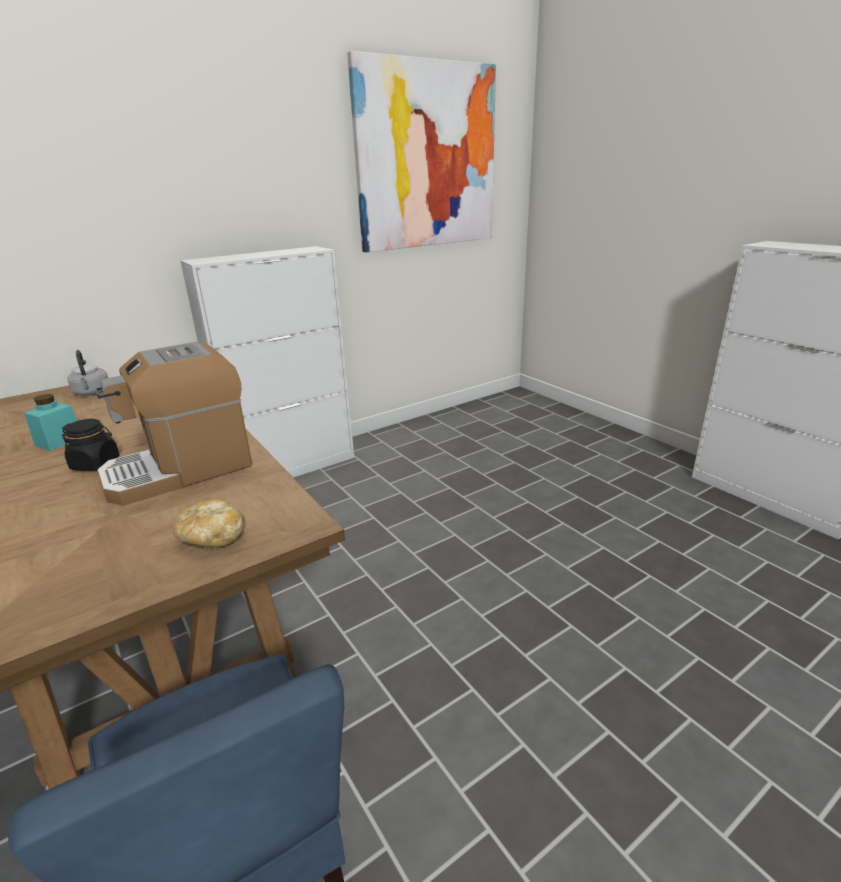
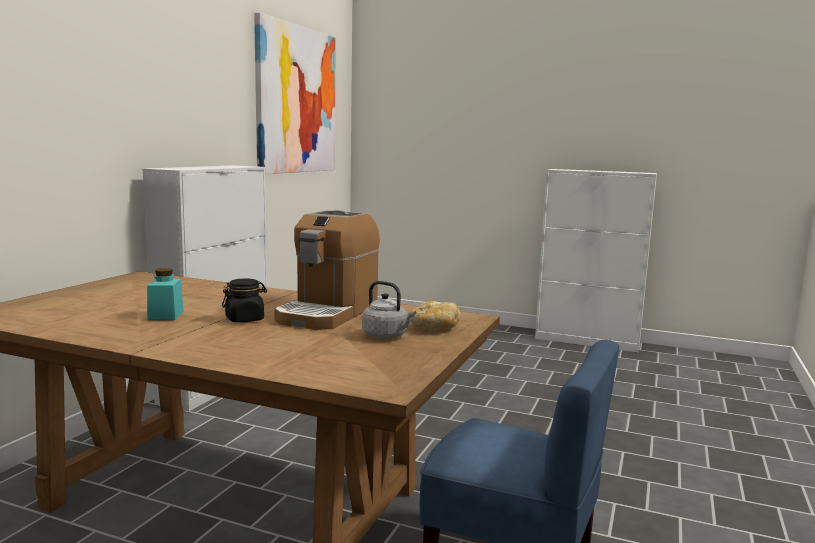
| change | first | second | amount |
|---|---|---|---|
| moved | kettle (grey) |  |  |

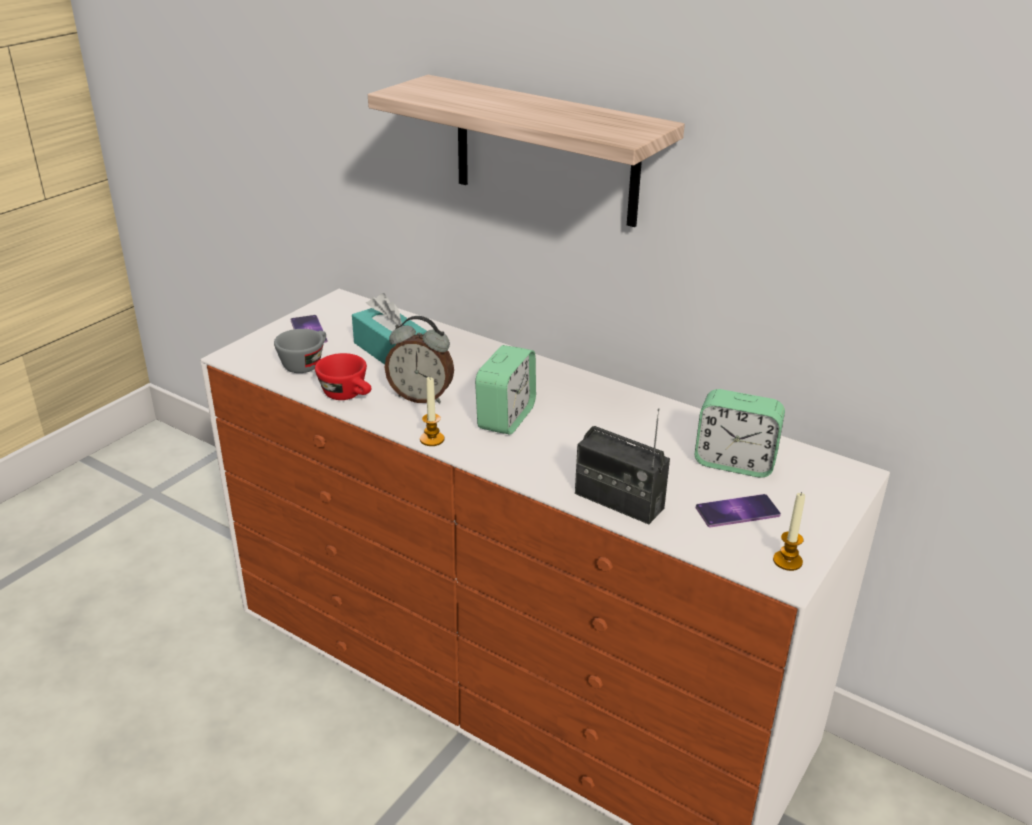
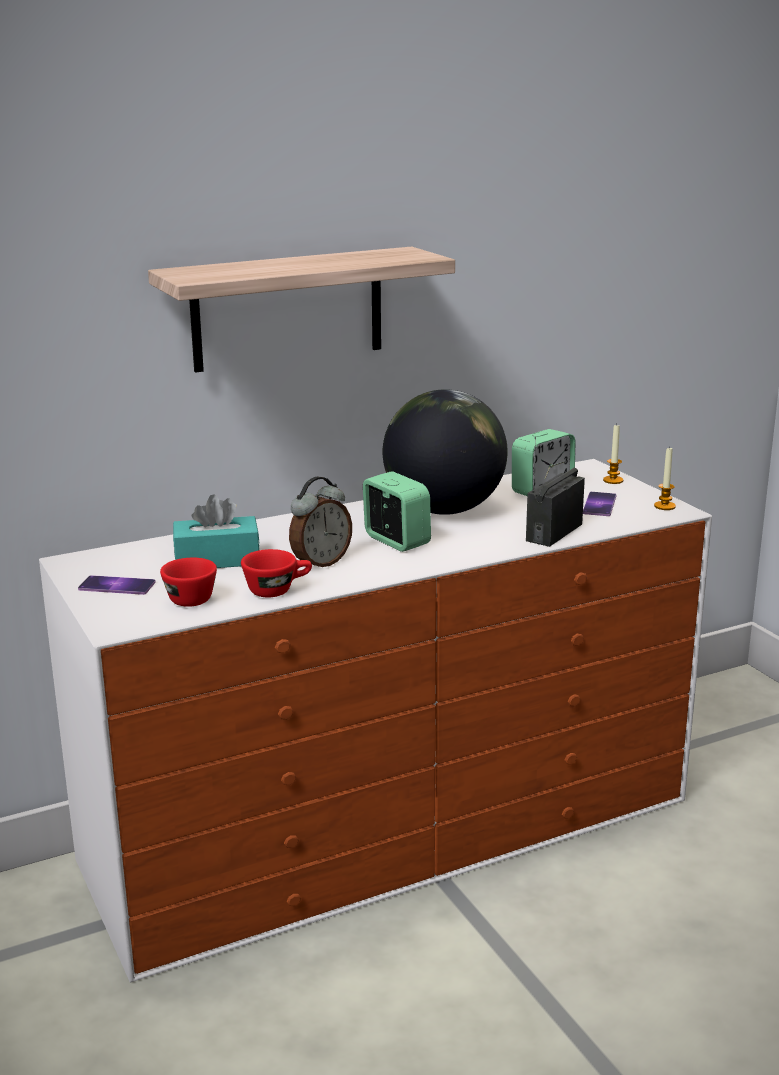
| change | first | second | amount |
|---|---|---|---|
| recoloured | small cup (grey) | small cup (red) (1st from left) |  |
| added |  | world globe |  |
| turned | radio set |  | 150 degrees clockwise |
| moved | candle (1st from left) |  |  |

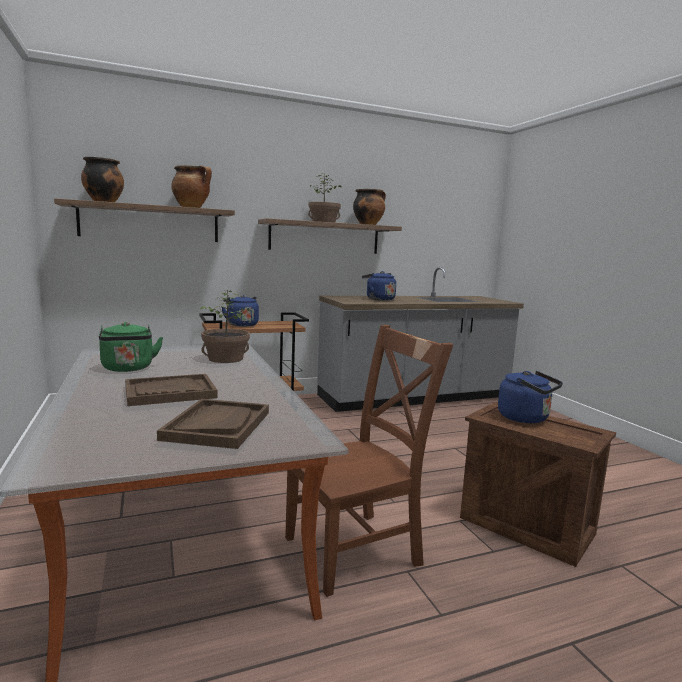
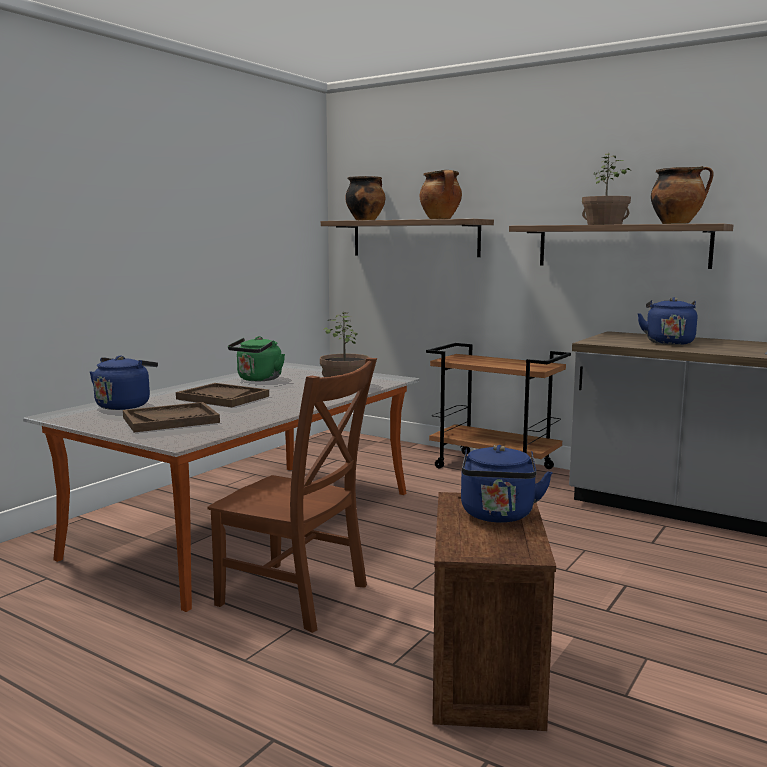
| change | first | second | amount |
|---|---|---|---|
| moved | kettle (blue) (1st from left) |  |  |

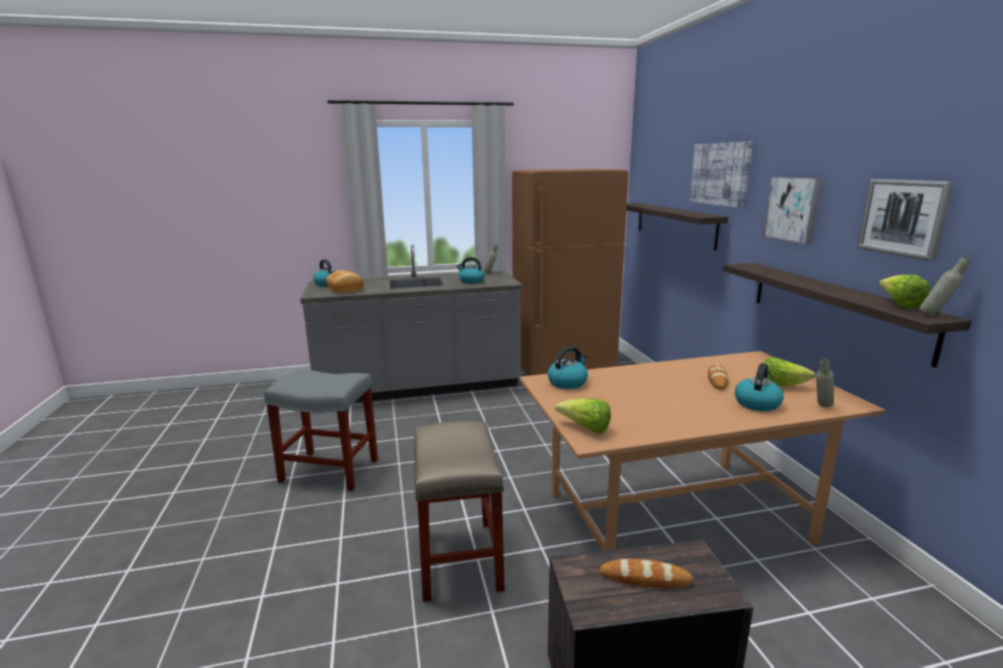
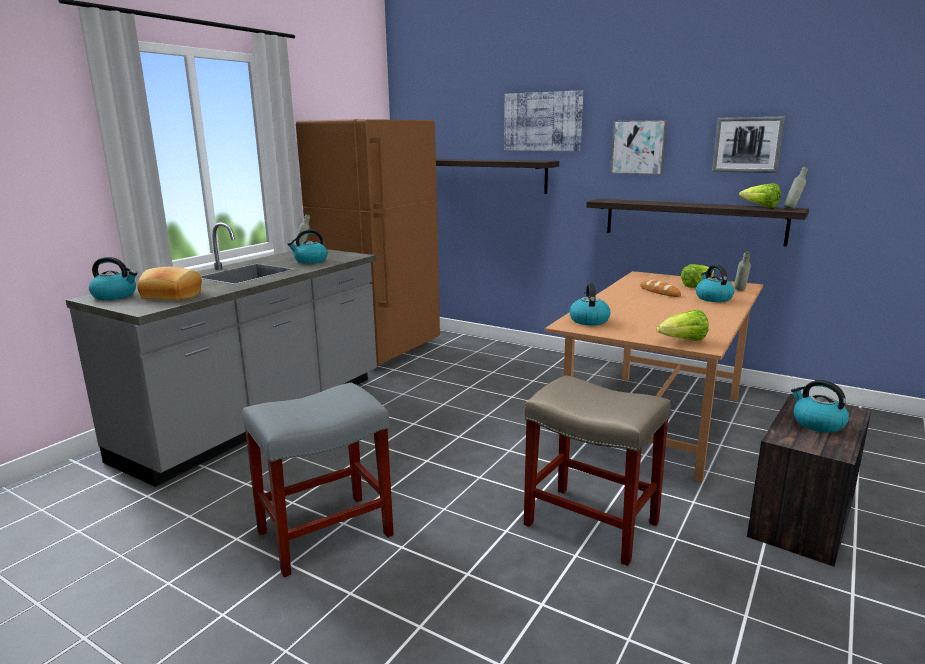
| change | first | second | amount |
|---|---|---|---|
| replaced | bread (2nd from left) | kettle (5th from left) |  |

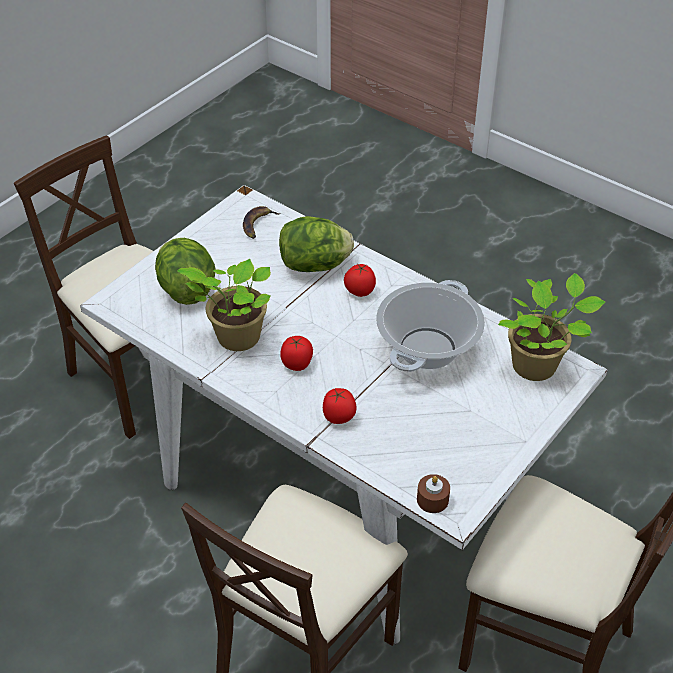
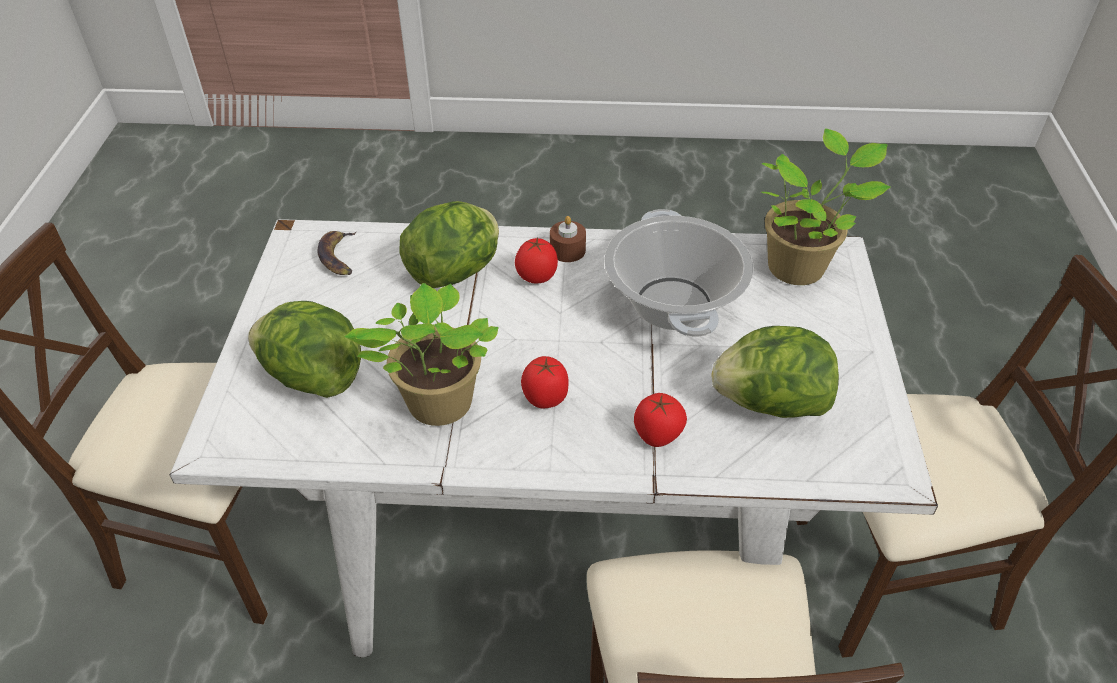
| change | first | second | amount |
|---|---|---|---|
| moved | candle (brown-coloured) |  |  |
| added |  | lettuce head (3rd from left) |  |

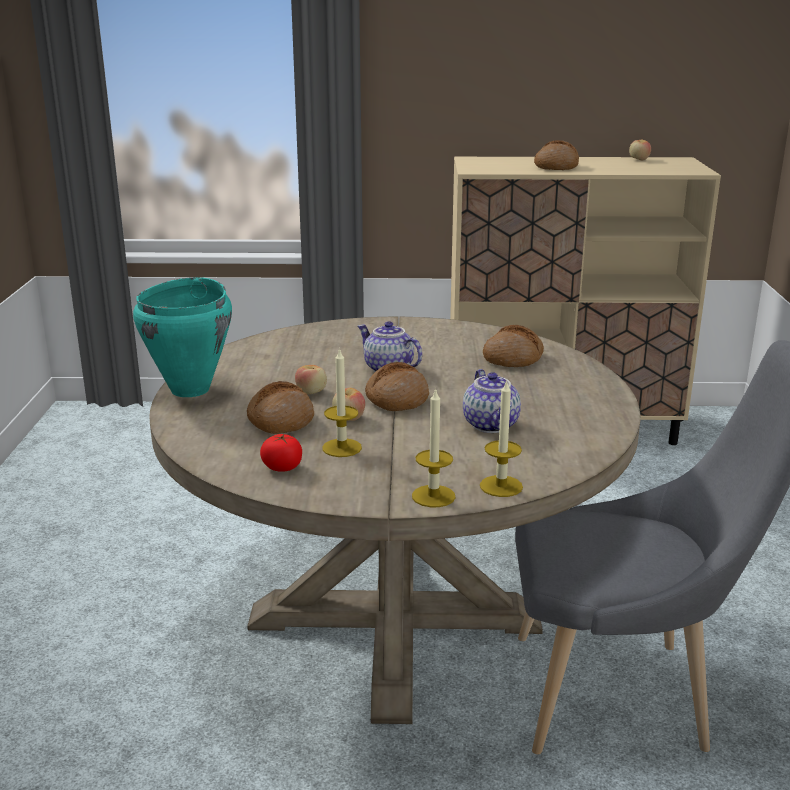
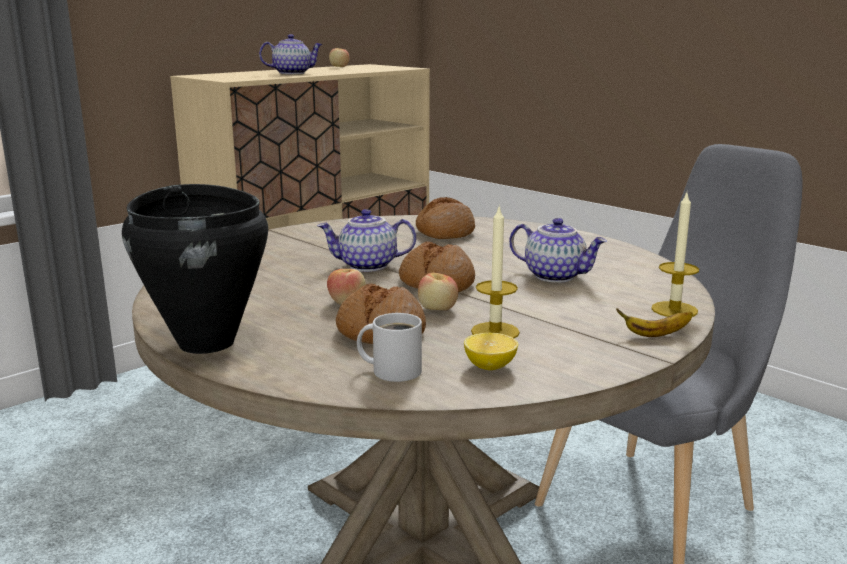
| change | first | second | amount |
|---|---|---|---|
| recoloured | saucepot (blue-green) | saucepot (blackish) |  |
| replaced | bread (4th from left) | teapot (1st from left) |  |
| added |  | mug (white-coloured) |  |
| replaced | tomato | whole lemon |  |
| replaced | candle (2nd from left) | whole banana |  |

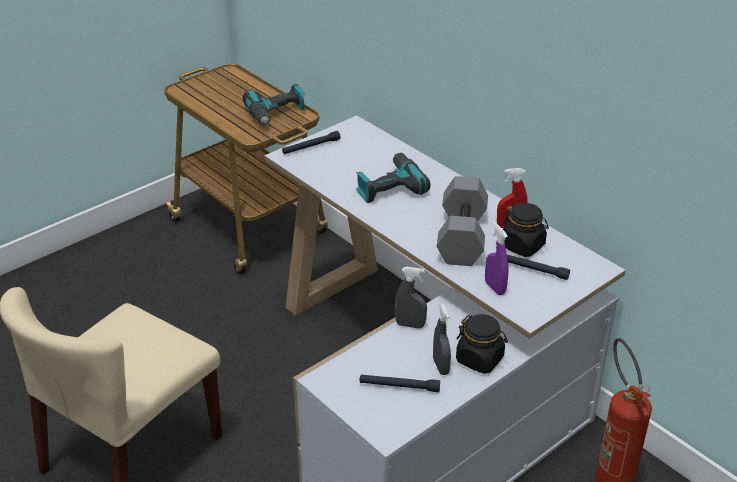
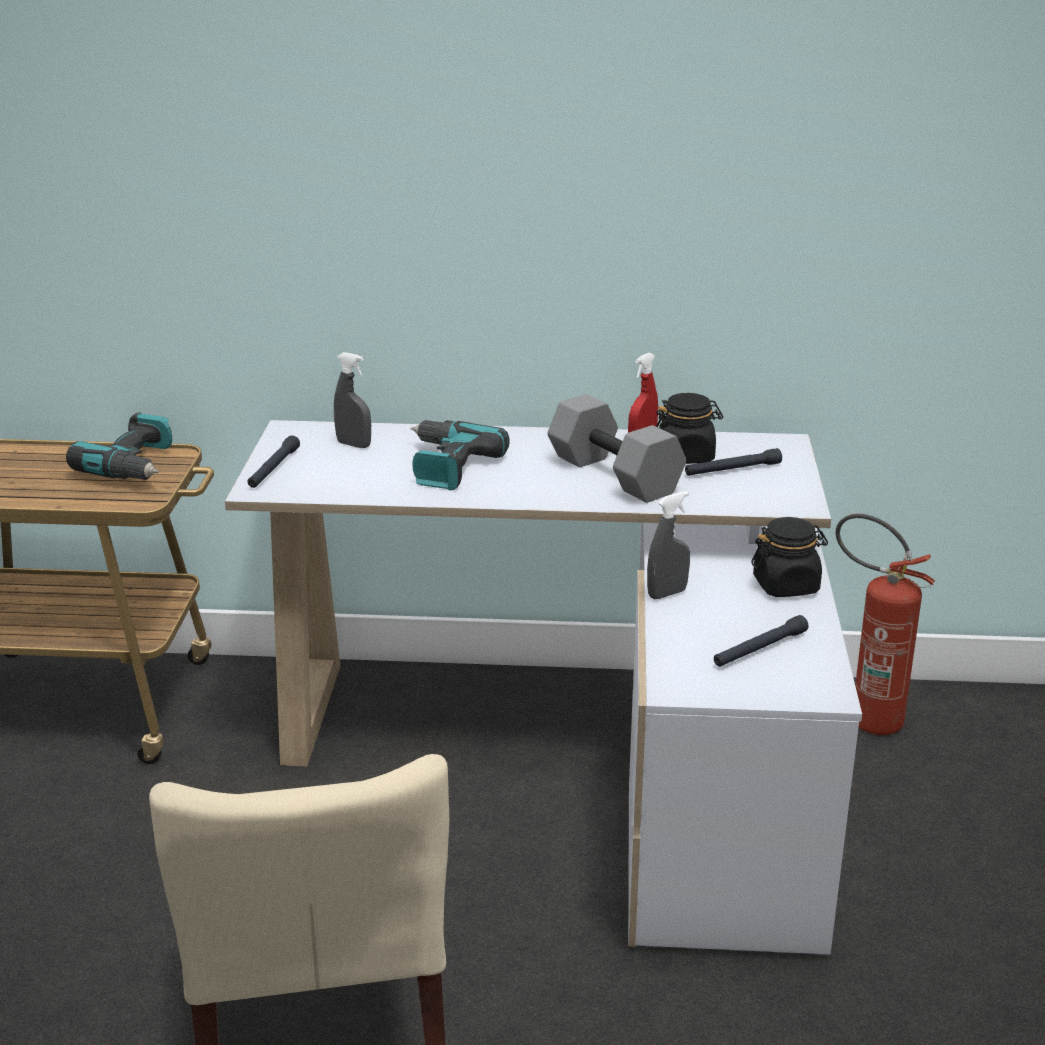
| change | first | second | amount |
|---|---|---|---|
| moved | hand sprayer (grey) (2nd from left in the first image) | hand sprayer (grey) (1st from left) |  |
| removed | hand sprayer (purple-coloured) |  |  |

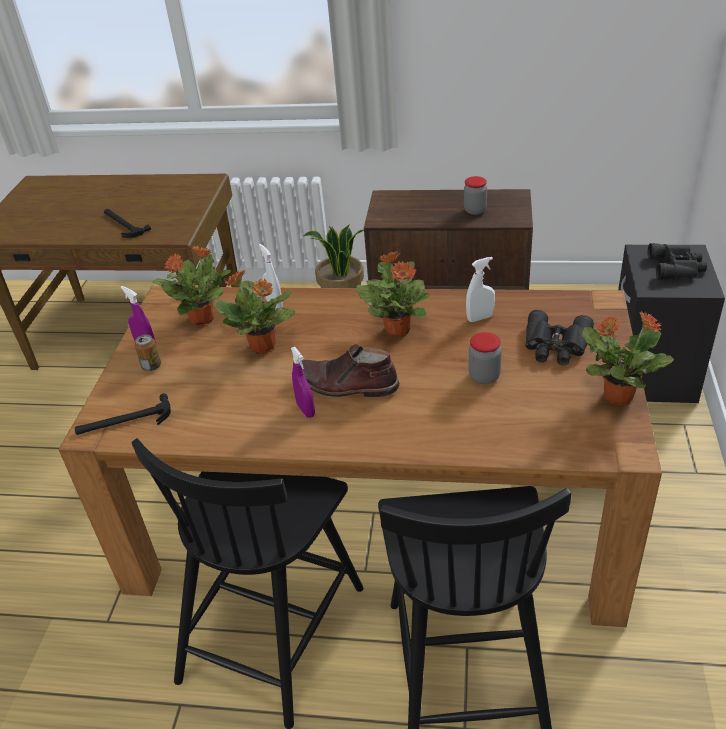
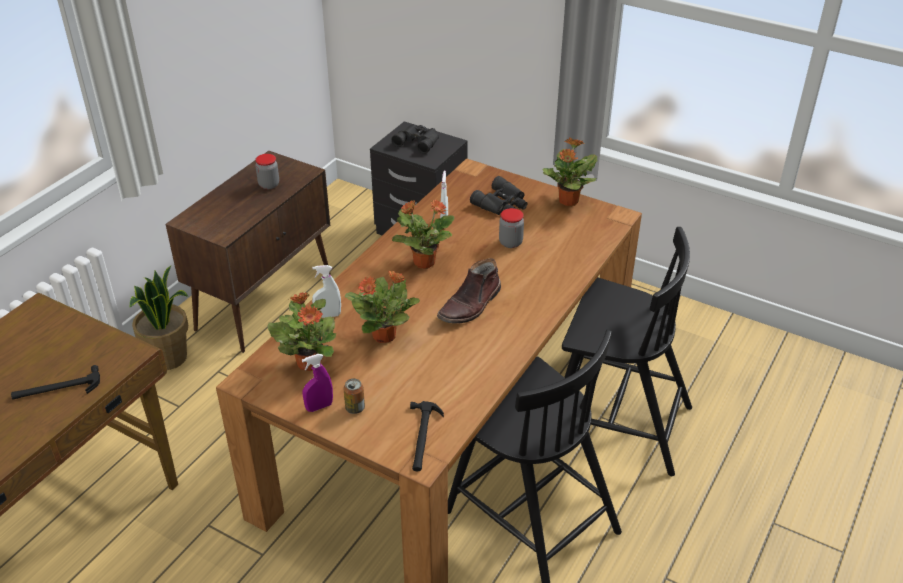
| change | first | second | amount |
|---|---|---|---|
| removed | hand sprayer (purple-coloured) (2nd from left) |  |  |

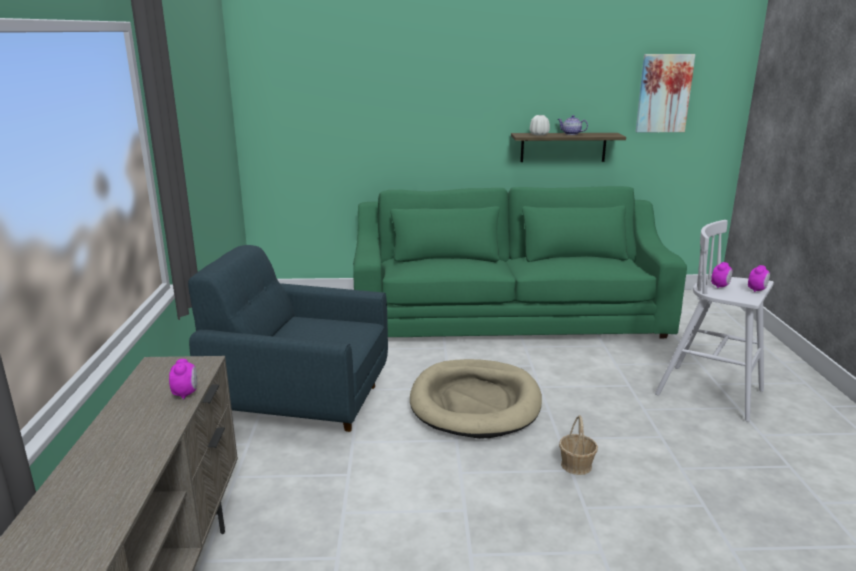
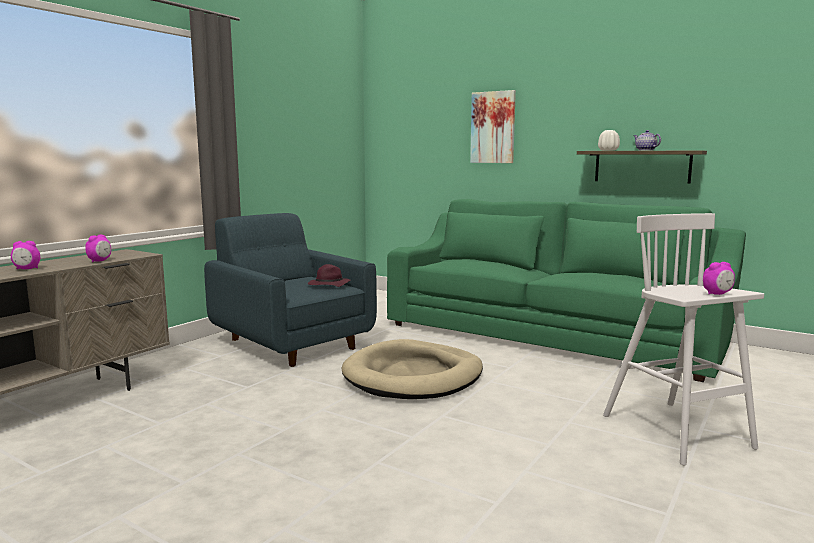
| change | first | second | amount |
|---|---|---|---|
| moved | bedside clock (2nd from left in the first image) | bedside clock (1st from left) |  |
| added |  | clothing hat (purple-coloured) |  |
| moved | wall art |  |  |
| removed | household basket |  |  |

